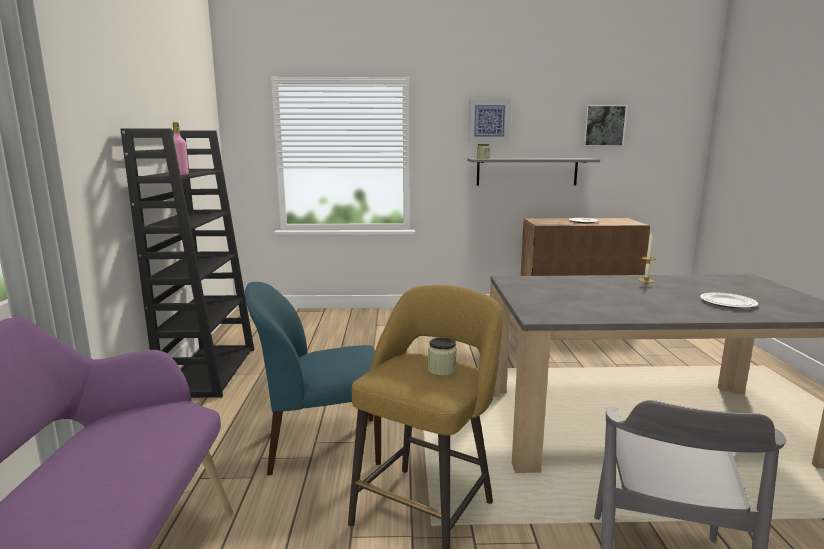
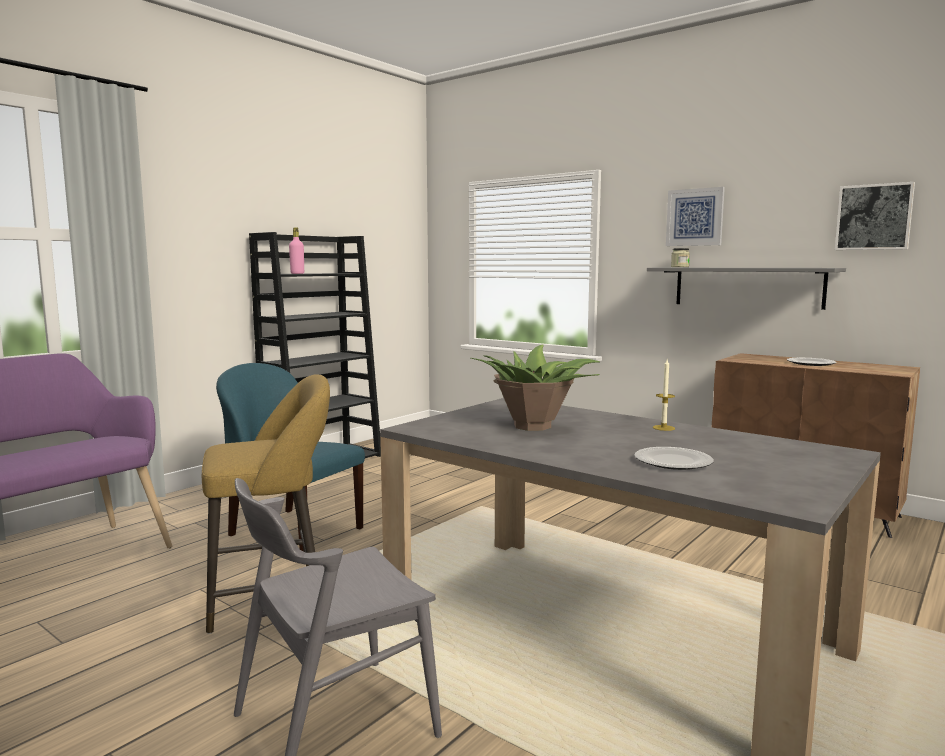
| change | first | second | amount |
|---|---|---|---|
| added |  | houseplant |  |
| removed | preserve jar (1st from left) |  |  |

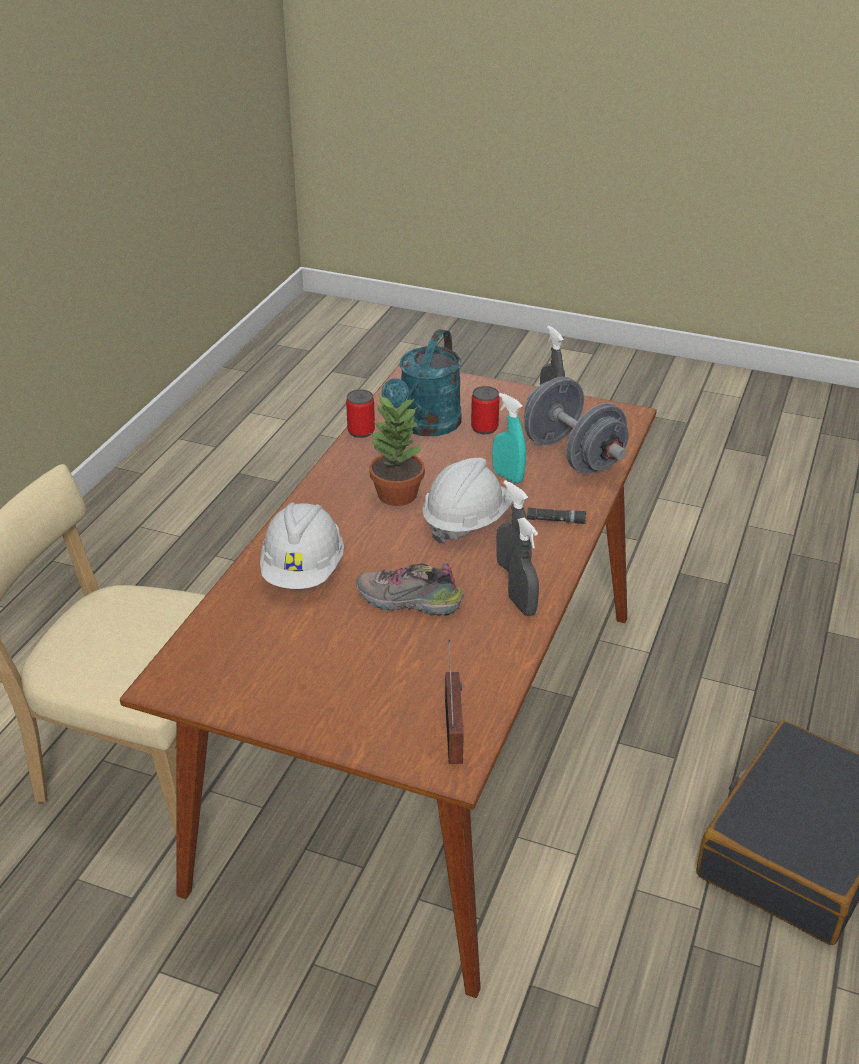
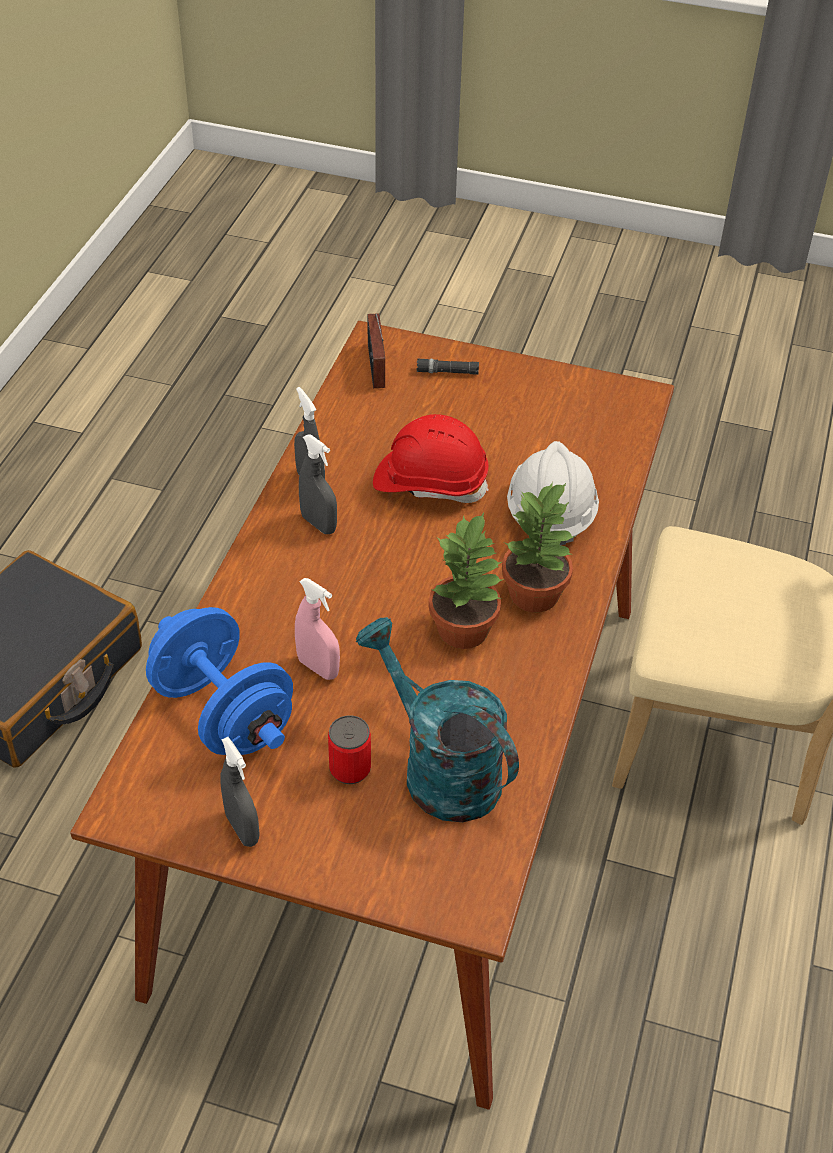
| change | first | second | amount |
|---|---|---|---|
| recoloured | dumbbell (grey) | dumbbell (blue) |  |
| recoloured | hand sprayer (blue-green) | hand sprayer (pinkish) |  |
| turned | watering can (blue-green) |  | 60 degrees counterclockwise |
| replaced | item of footwear | safety helmet (red) |  |
| moved | torch (blackish) |  |  |
| added |  | houseplant (2nd from left) |  |
| removed | can (1st from left) |  |  |
| removed | safety helmet (white-coloured) (2nd from left) |  |  |

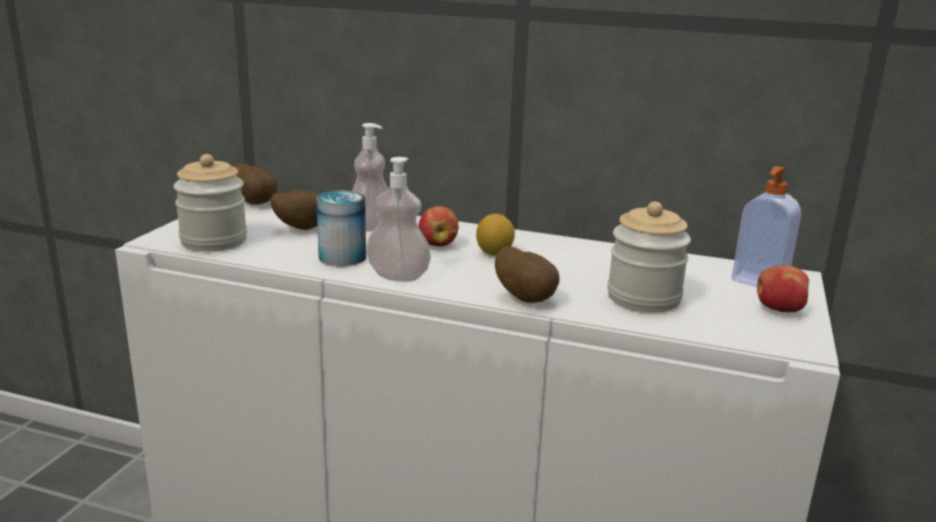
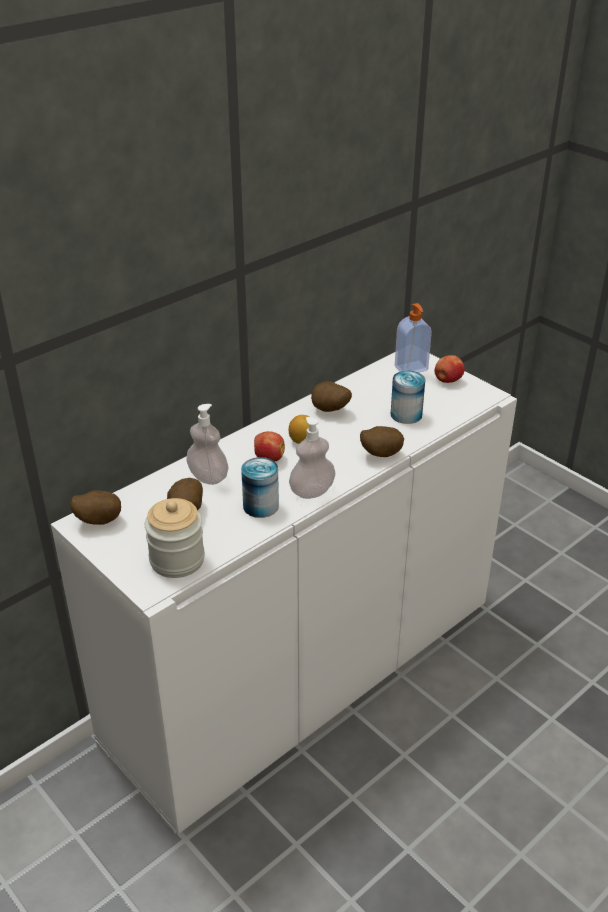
| change | first | second | amount |
|---|---|---|---|
| added |  | whole potato (3rd from left) |  |
| replaced | preserve jar (2nd from left) | can (2nd from left) |  |

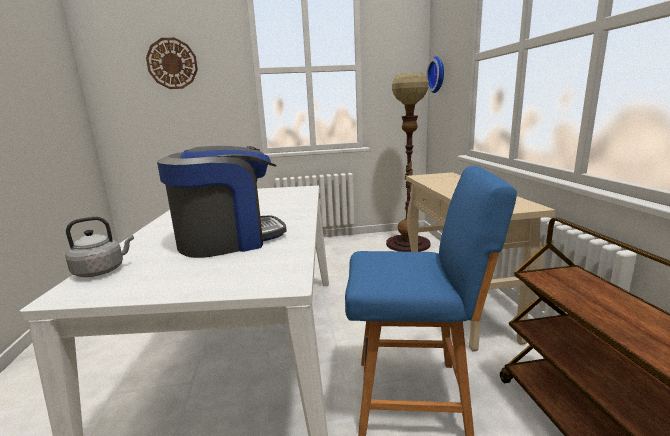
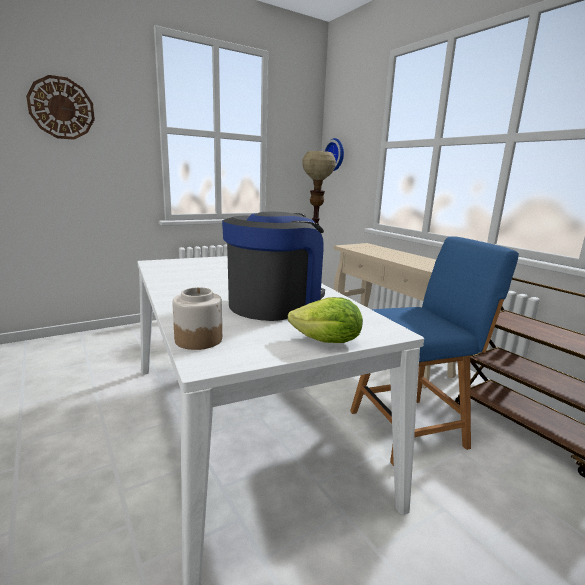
| change | first | second | amount |
|---|---|---|---|
| replaced | kettle (grey) | preserve jar |  |
| added |  | lettuce head |  |

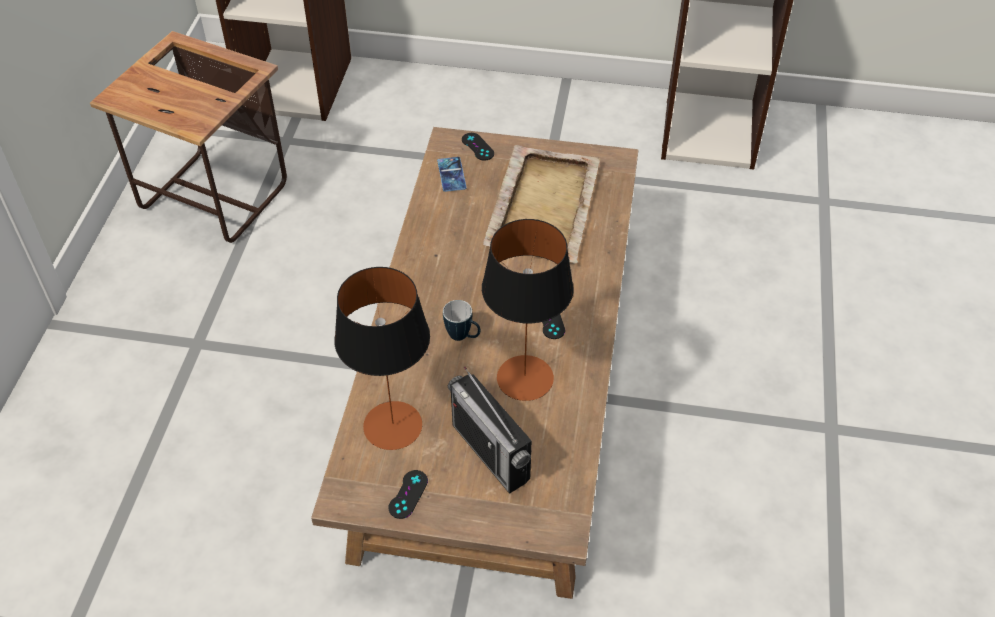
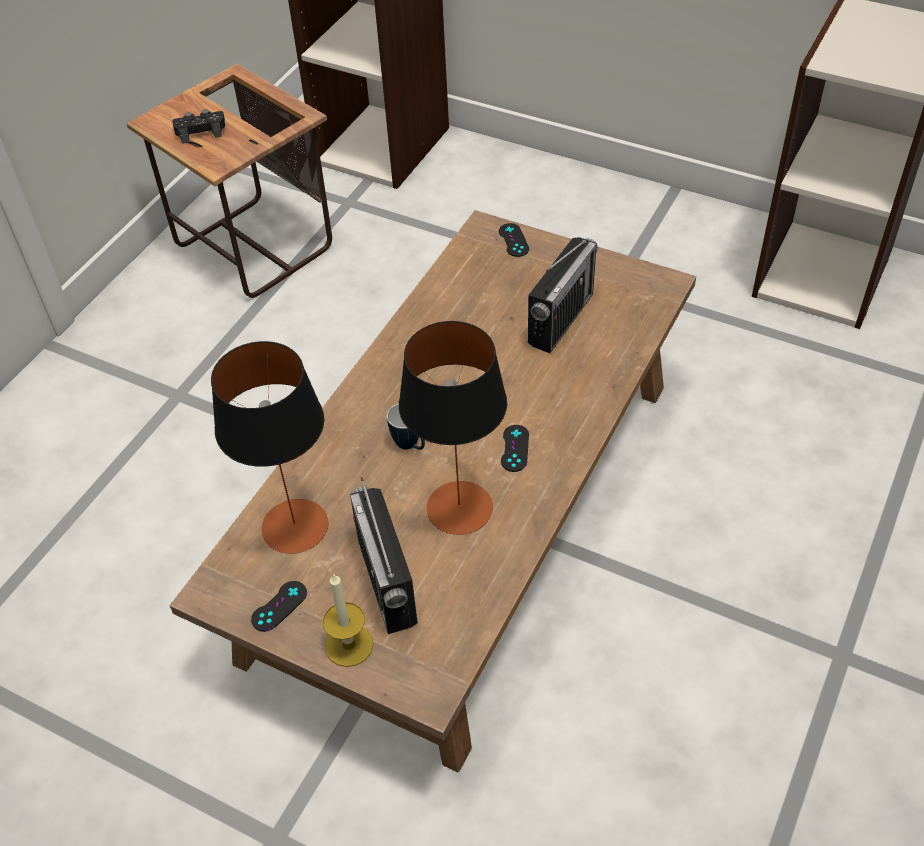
| change | first | second | amount |
|---|---|---|---|
| added |  | game controller (blackish) (1st from left) |  |
| added |  | candle |  |
| replaced | carrying tray (sand-coloured) | radio set (2nd from left) |  |
| removed | telephone |  |  |

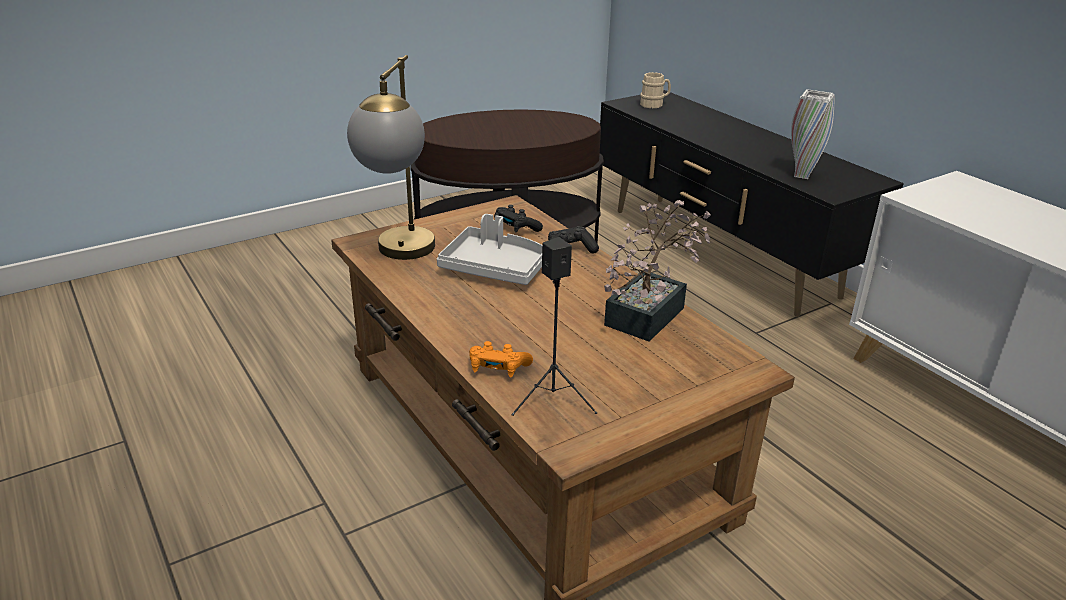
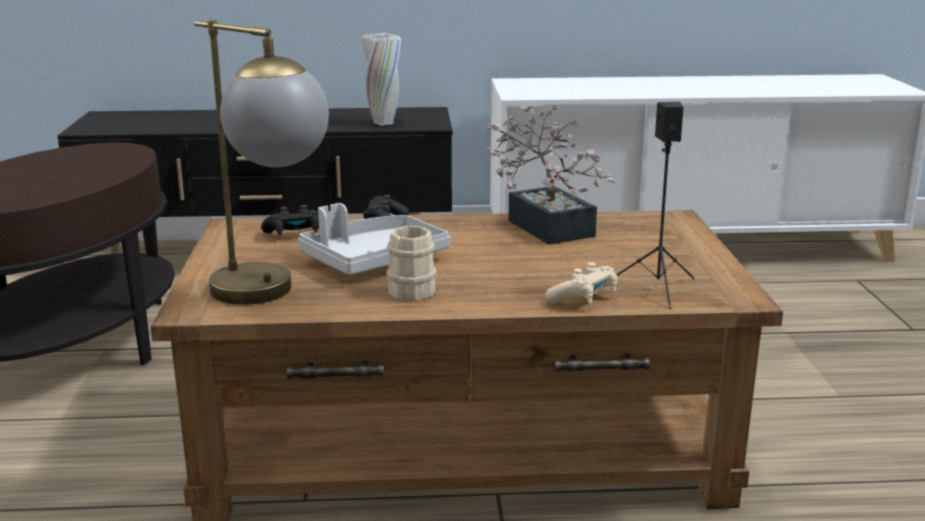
| change | first | second | amount |
|---|---|---|---|
| moved | mug (sand-coloured) |  |  |
| recoloured | game controller (orange-coloured) | game controller (sand-coloured) |  |

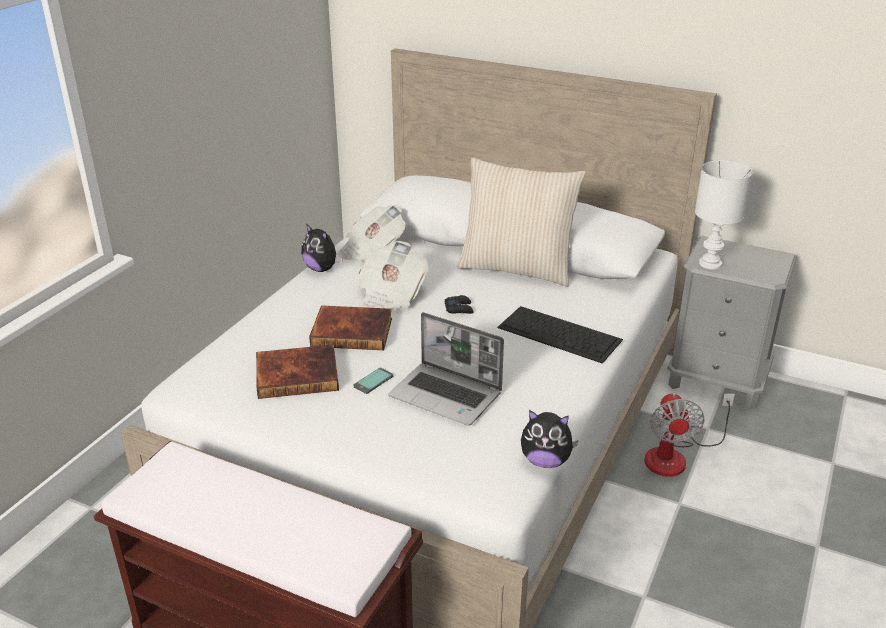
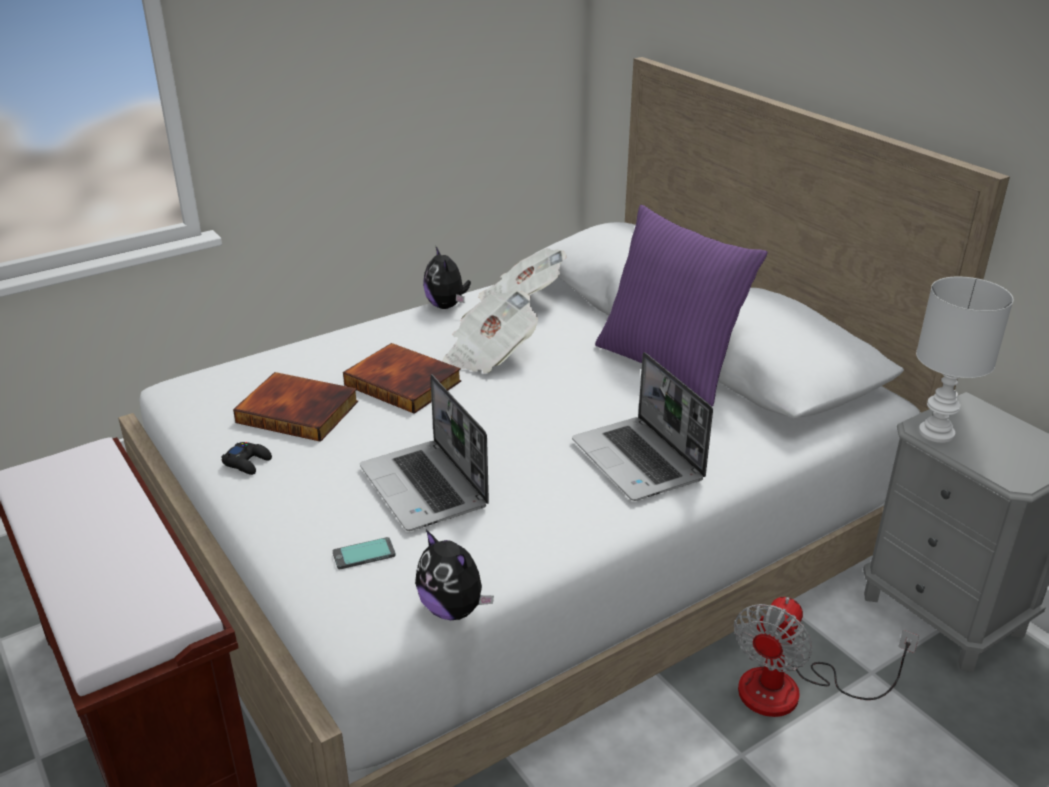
| change | first | second | amount |
|---|---|---|---|
| moved | game controller (blackish) |  |  |
| moved | telephone |  |  |
| replaced | PC keyboard | portable computer (2nd from left) |  |
| recoloured | cushion (sand-coloured) | cushion (purple-coloured) |  |

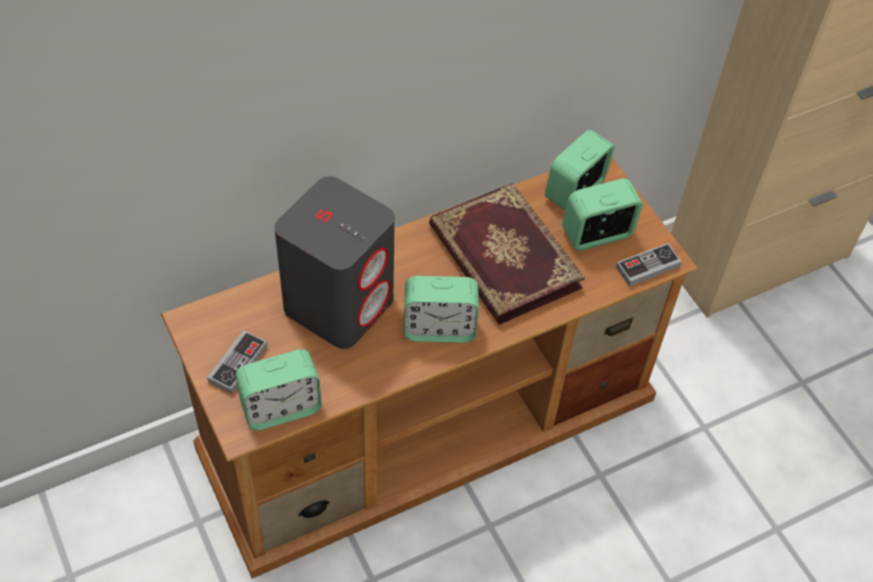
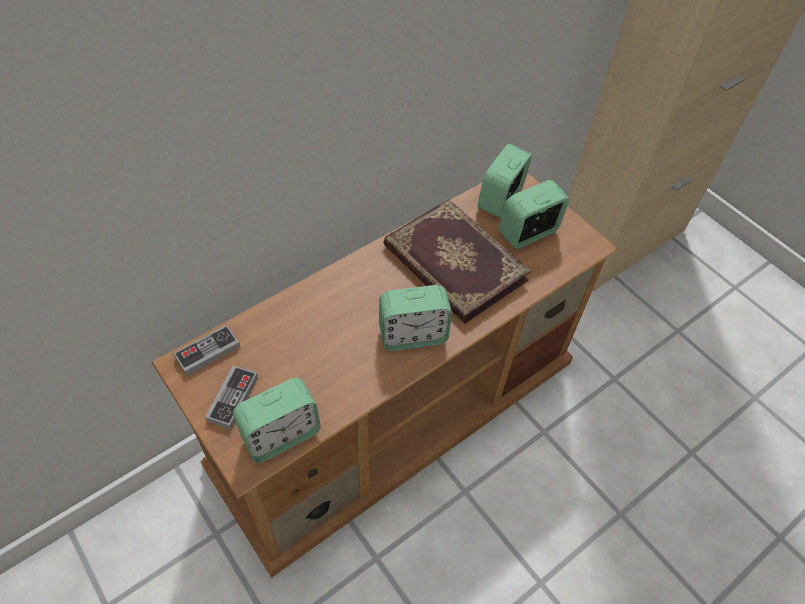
| change | first | second | amount |
|---|---|---|---|
| moved | game controller (2nd from left in the first image) | game controller (1st from left) |  |
| removed | speaker (grey) |  |  |

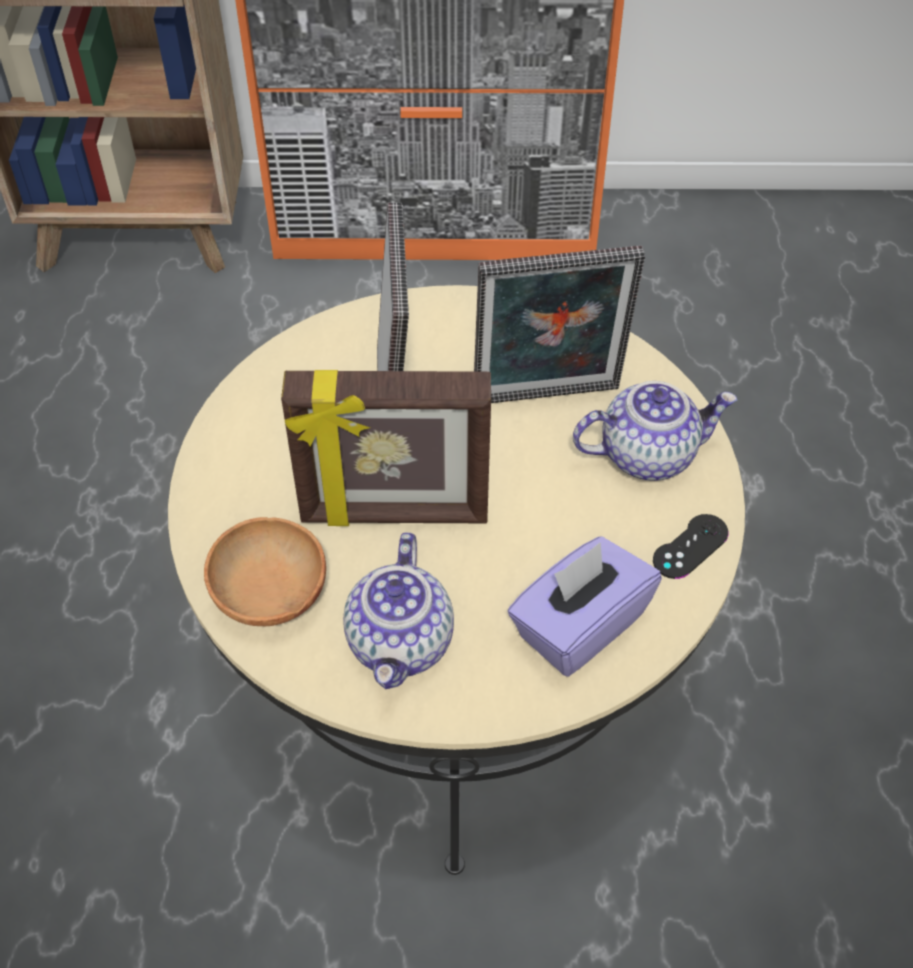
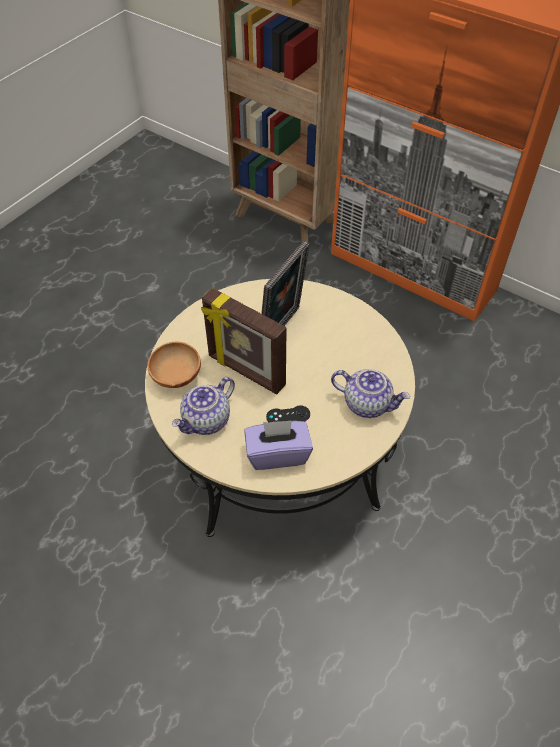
| change | first | second | amount |
|---|---|---|---|
| moved | game controller (blackish) |  |  |
| removed | photo frame (3rd from left) |  |  |

